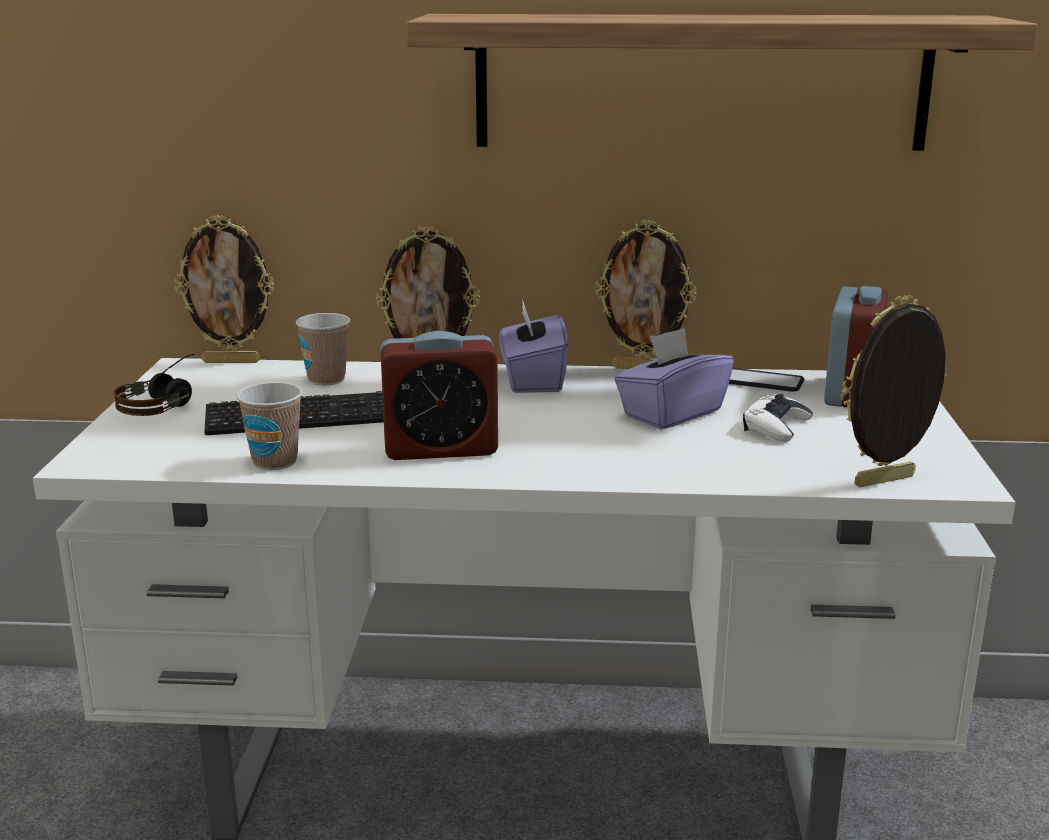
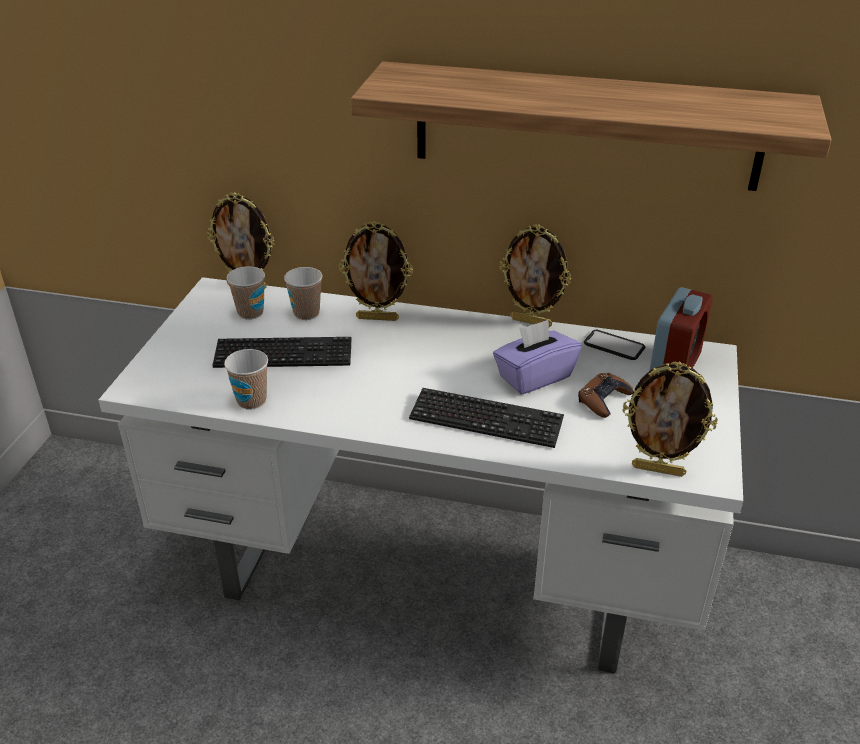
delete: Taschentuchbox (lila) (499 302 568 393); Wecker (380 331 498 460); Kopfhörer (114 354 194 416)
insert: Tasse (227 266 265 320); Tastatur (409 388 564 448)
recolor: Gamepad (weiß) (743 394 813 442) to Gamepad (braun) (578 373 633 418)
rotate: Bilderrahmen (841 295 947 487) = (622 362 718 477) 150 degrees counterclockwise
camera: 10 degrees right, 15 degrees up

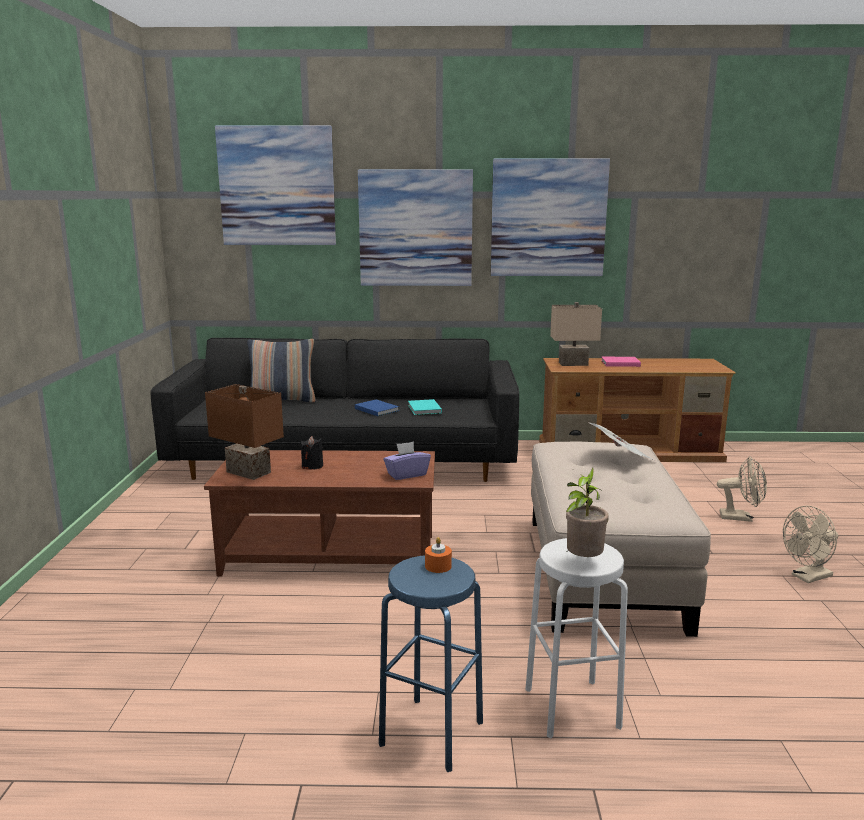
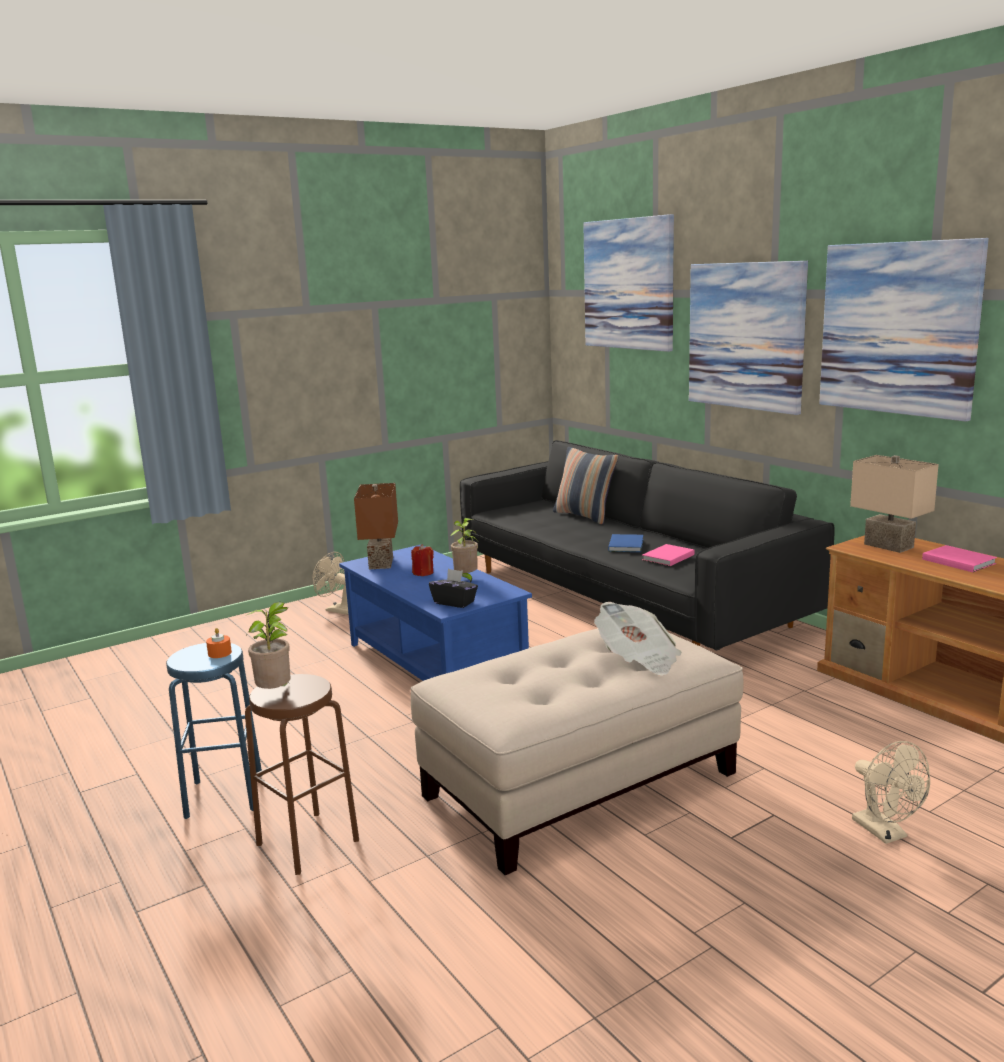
insert: Topfpflanze (450 518 478 583)
move: Ventilator (beige) (783 505 838 583) to (313 552 348 615)
recolor: Buch (türkis) (408 399 442 415) to Buch (rosa) (642 544 694 566); Kerze (schwarz) (301 436 323 470) to Kerze (rot) (411 544 434 576); Taschentuchbox (lila) (383 441 431 480) to Taschentuchbox (schwarz) (429 569 478 608); Couchtisch (braun) (204 450 435 576) to Couchtisch (blau) (339 545 532 681); Hocker (weiß) (525 538 628 738) to Hocker (braun) (245 674 359 875)
camera: 55 degrees right, 0 degrees up

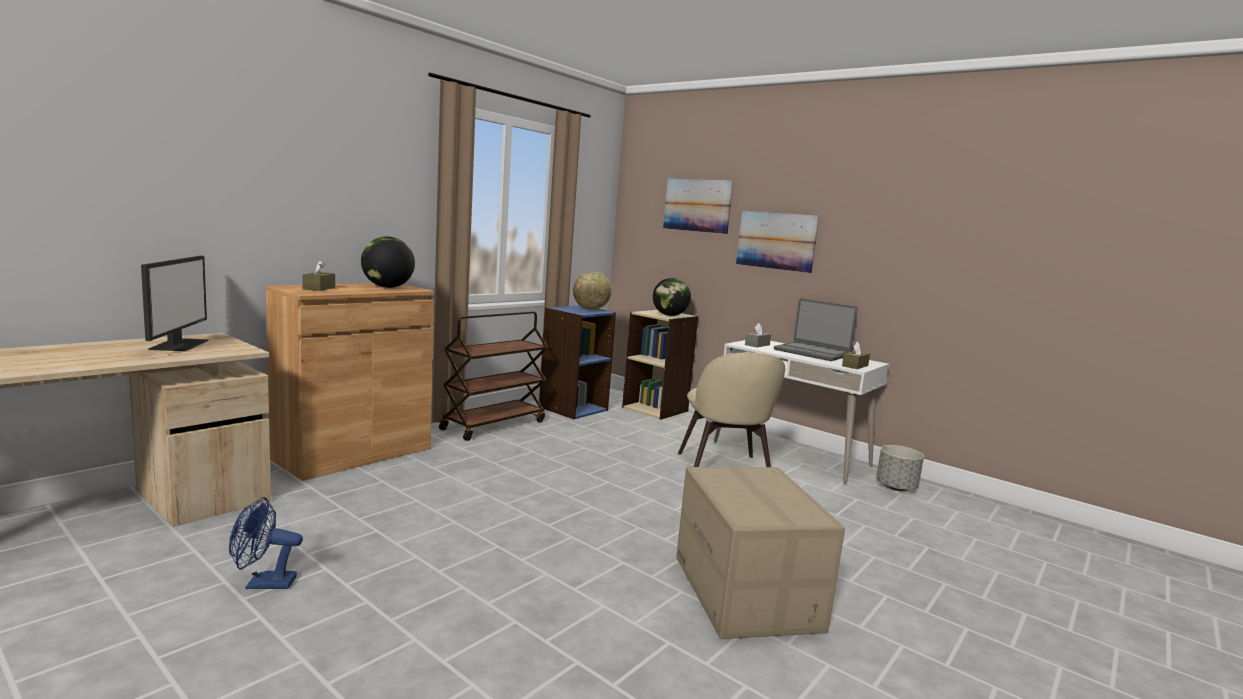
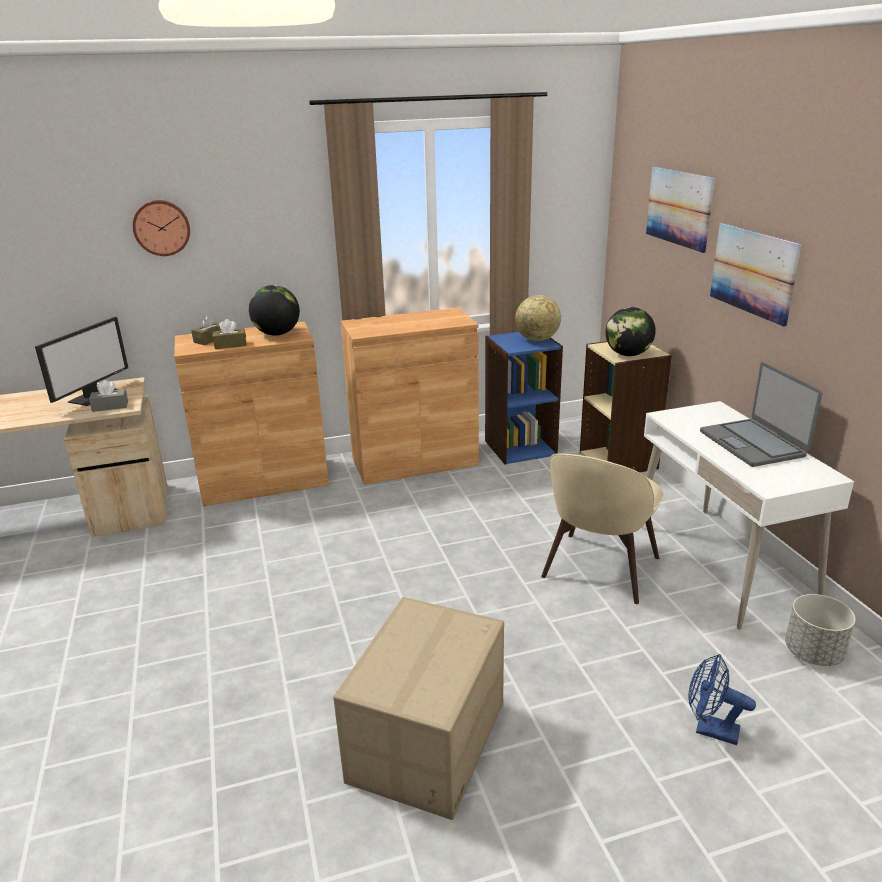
insert: Wanduhr (133 200 190 256)
move: Taschentuchbox (grau) (745 323 771 348) to (89 380 128 412); Taschentuchbox (braun) (842 342 870 369) to (213 319 247 349); Ventilator (blau) (229 497 303 589) to (688 654 756 745)
replace: Rollwagen (braun) (439 312 548 441) to Schrank (braun) (341 308 479 485)
camera: 35 degrees right, 15 degrees up

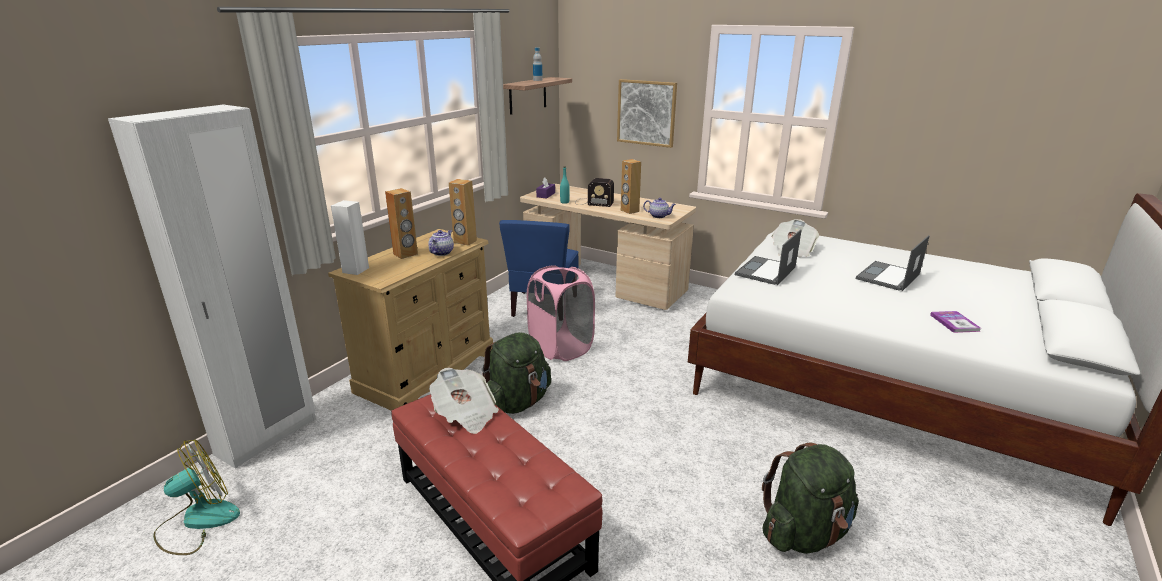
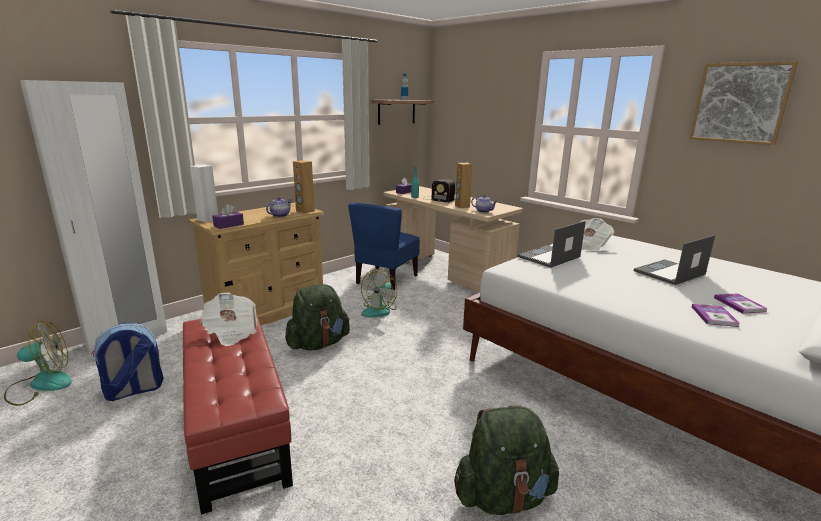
delete: Lautsprecher (braun) (385 188 418 259)
insert: Taschentuchbox (lila) (212 204 244 229); Buch (714 293 768 314); Rucksack (91 323 163 401)
move: Bild (617 79 677 148) to (689 61 798 146)
replace: Wäschekorb (rosa) (527 265 595 361) to Ventilator (361 269 397 317)
camera: 15 degrees right, 5 degrees down

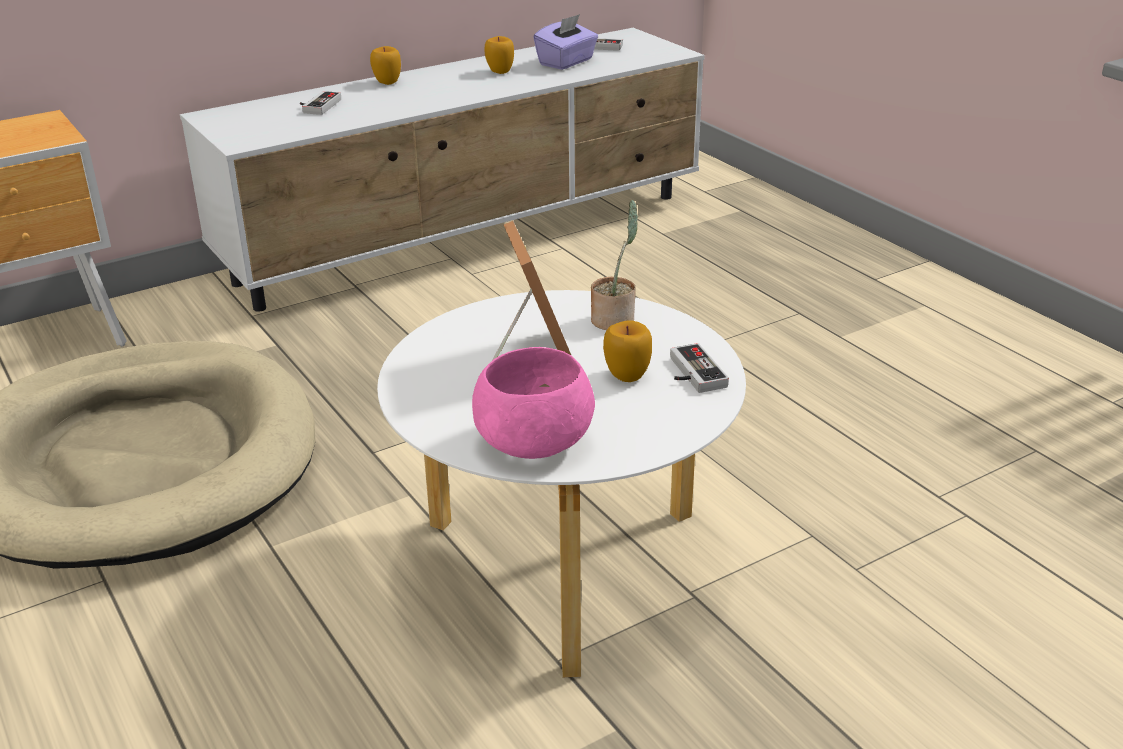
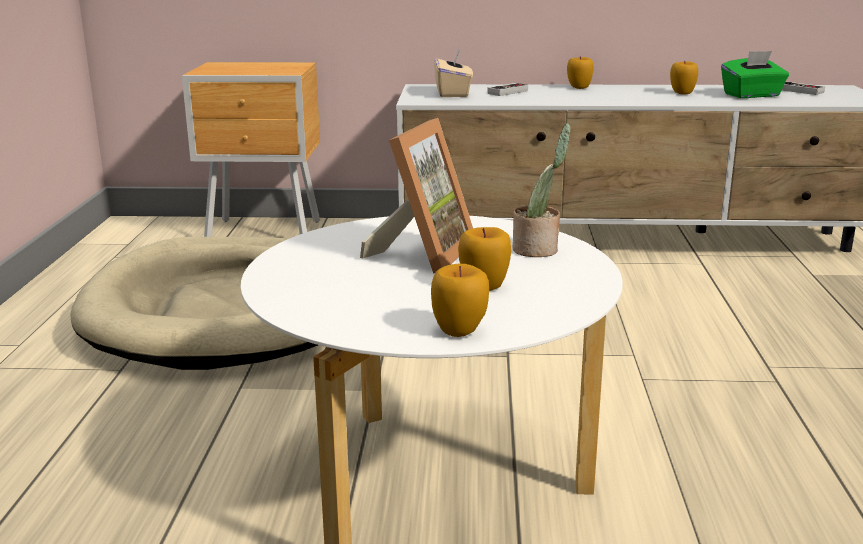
delete: Gamepad (670 343 729 393); Schüssel (rosa) (472 347 595 459)
insert: Taschentuchbox (beige) (434 50 473 97); Apfel (431 264 489 337)
recolor: Taschentuchbox (lila) (533 14 598 70) to Taschentuchbox (grün) (721 51 789 98)
camera: 35 degrees right, 10 degrees down

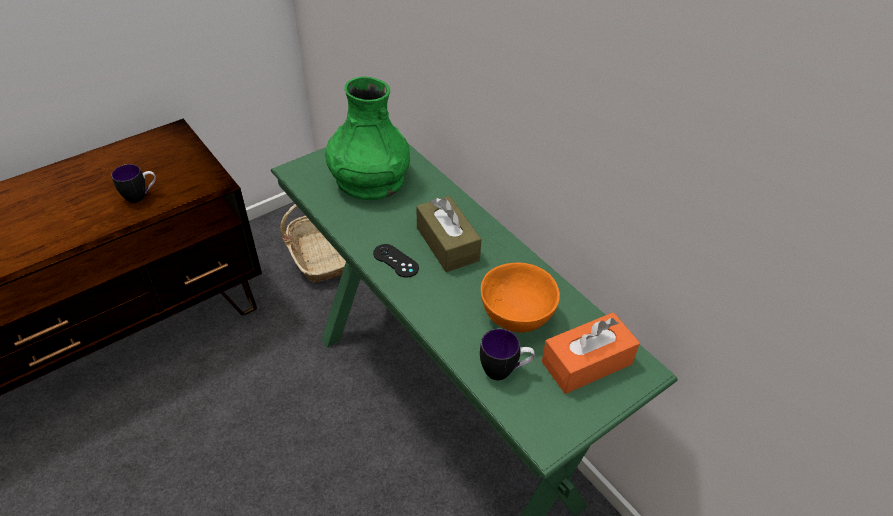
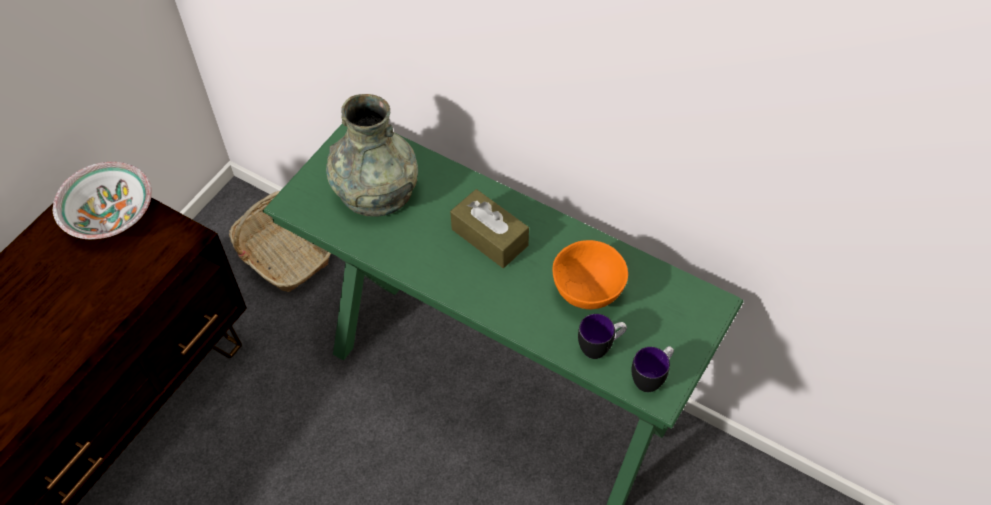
delete: Gamepad (schwarz) (373 244 419 278); Taschentuchbox (orange) (542 312 640 394)
insert: Schüssel (53 162 152 239)
move: Henkelbecher (111 164 156 203) to (632 346 674 392)
recolor: Vase (grün) (325 77 410 200) to Vase (grau) (326 94 418 217)
camera: 20 degrees left, 10 degrees up

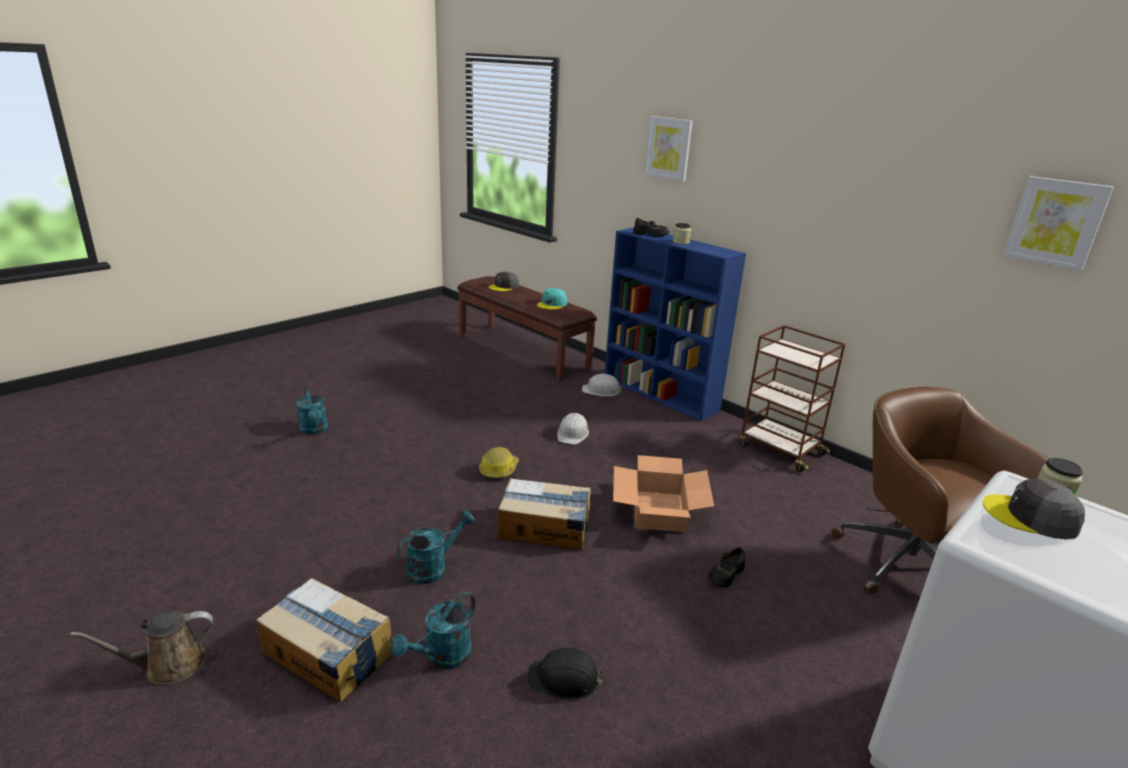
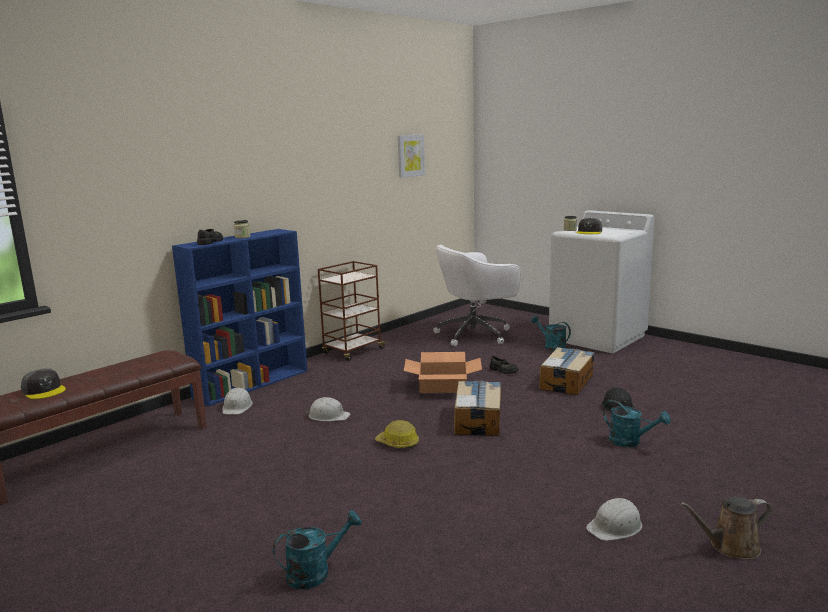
delete: Bild (644 116 693 181); Kappe (türkis) (537 288 567 310)
insert: Schutzhelm (weiß) (586 498 642 541)
move: Gießkanne (türkis) (397 510 475 584) to (531 315 571 351); Karton (257 578 393 703) to (539 347 594 395)
recolor: Bürostuhl (braun) (832 386 1049 594) to Bürostuhl (weiß) (434 245 521 346)
rotate: Gießkanne (braun) (70 611 213 684) = (680 496 772 560) 105 degrees clockwise
camera: 90 degrees left, 10 degrees down

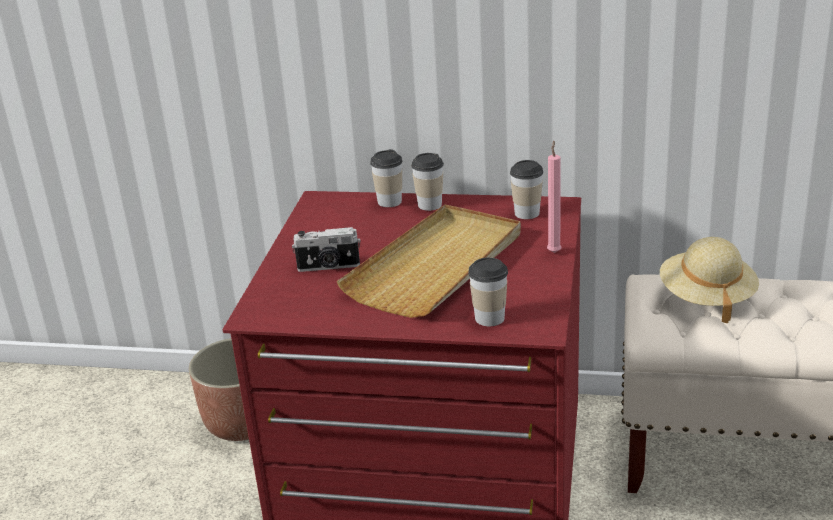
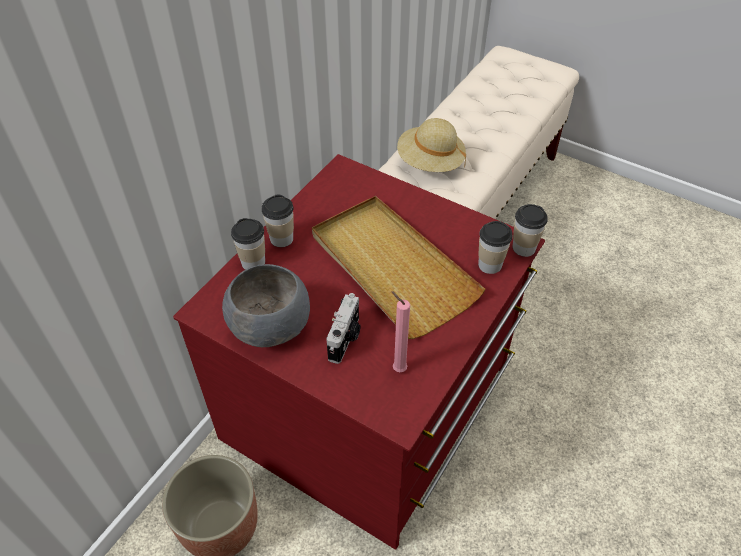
insert: Schüssel (grau) (222 264 310 347)
move: Kerze (rosa) (547 141 562 253) to (391 291 410 372); Tasse (510 160 543 219) to (512 204 548 257)
camera: 70 degrees left, 20 degrees up

